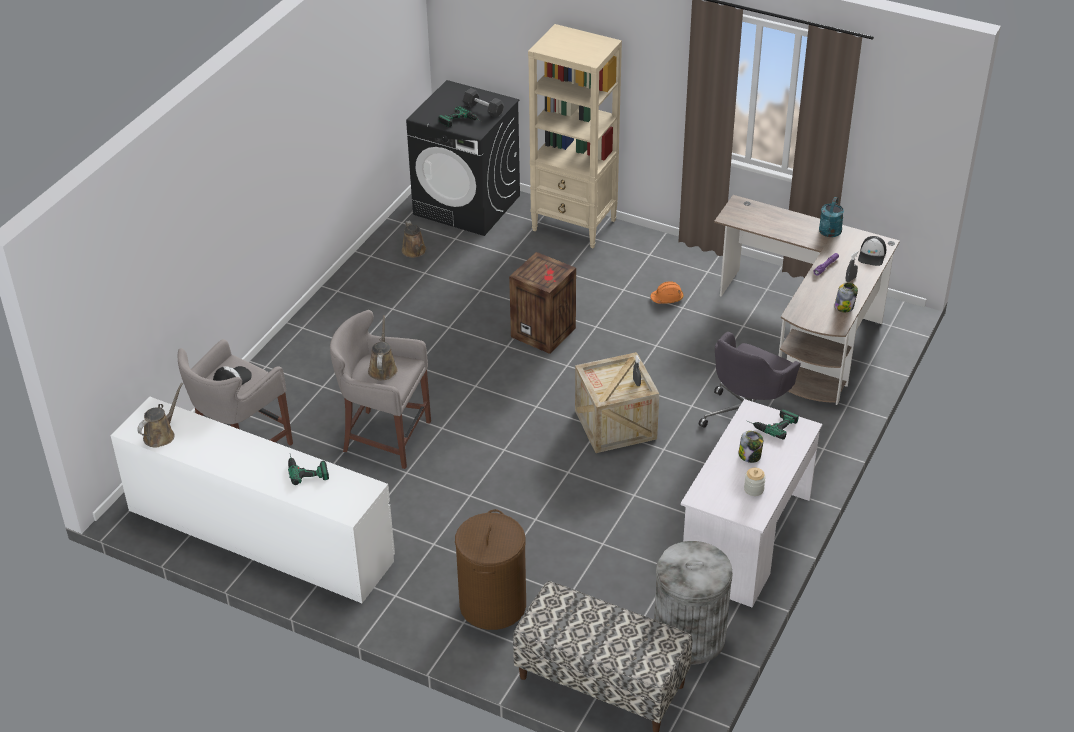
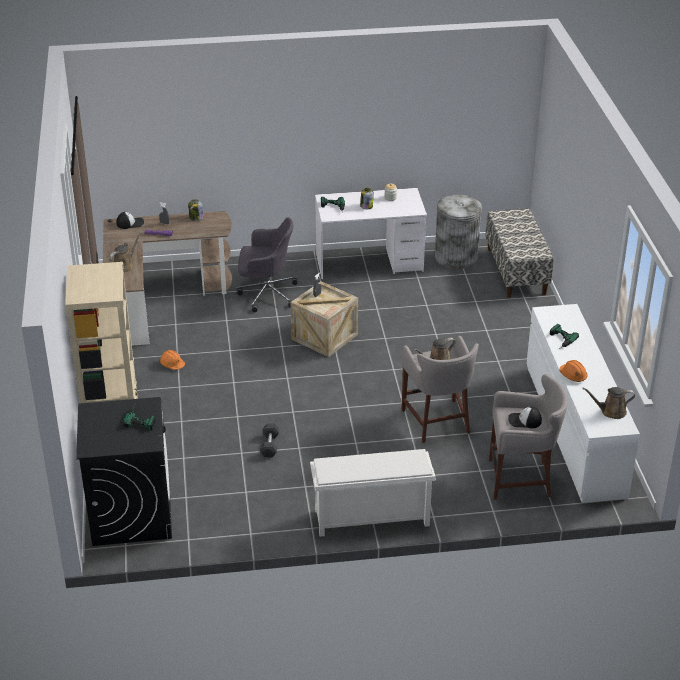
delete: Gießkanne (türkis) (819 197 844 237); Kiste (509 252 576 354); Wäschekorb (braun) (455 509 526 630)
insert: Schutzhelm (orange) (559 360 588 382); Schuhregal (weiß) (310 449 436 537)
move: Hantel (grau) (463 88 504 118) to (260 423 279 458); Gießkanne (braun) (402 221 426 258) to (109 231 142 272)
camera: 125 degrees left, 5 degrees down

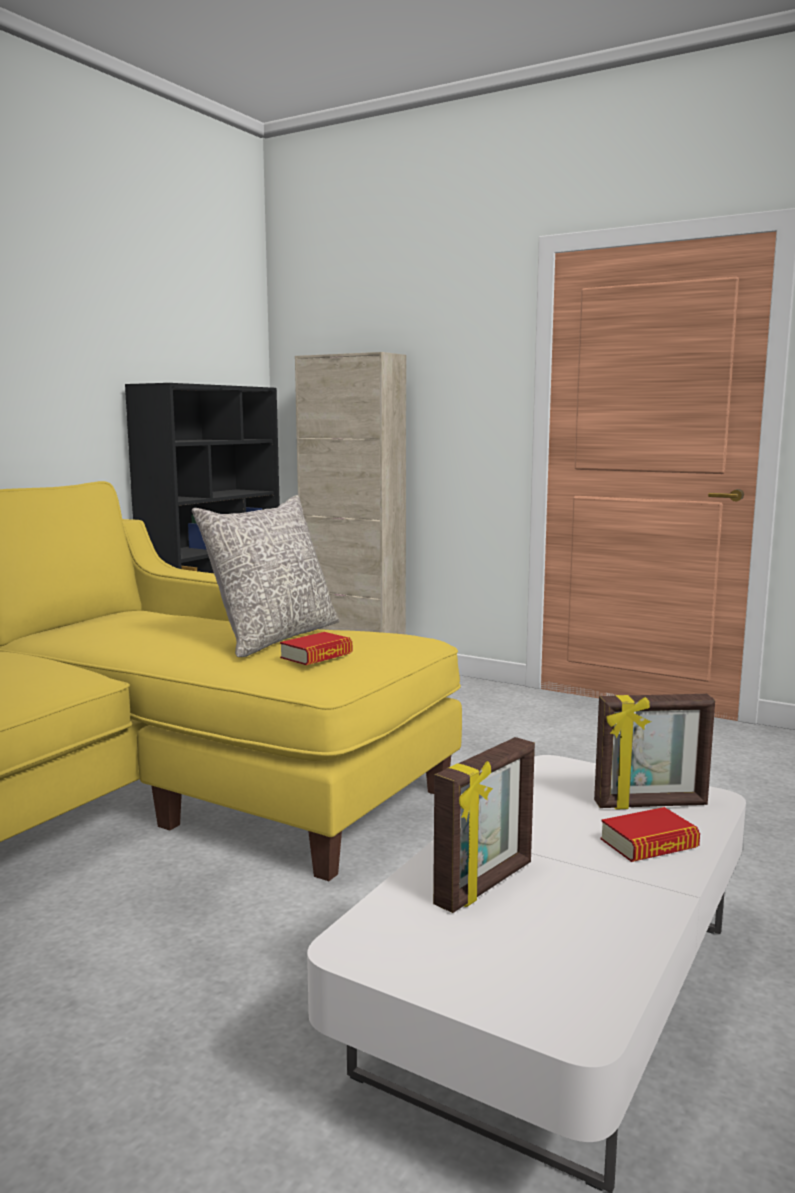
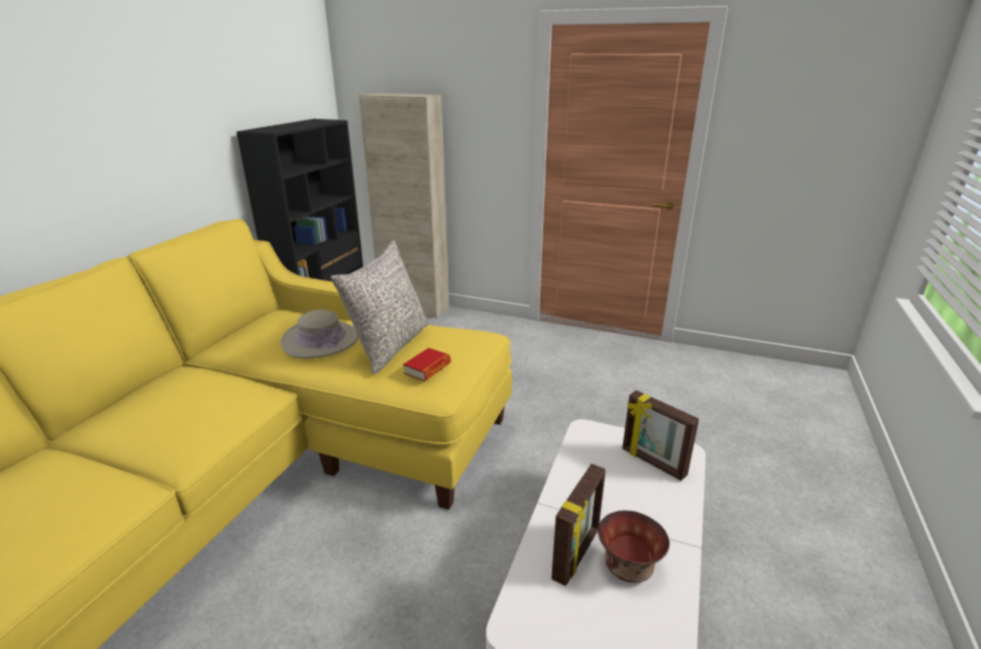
delete: Buch (601 807 700 862)
insert: Hut (beige) (280 310 359 358); Schüssel (598 511 670 583)
rotate: Bilderrahmen (594 694 715 810) = (622 390 699 481) 60 degrees clockwise
camera: 10 degrees left, 15 degrees up

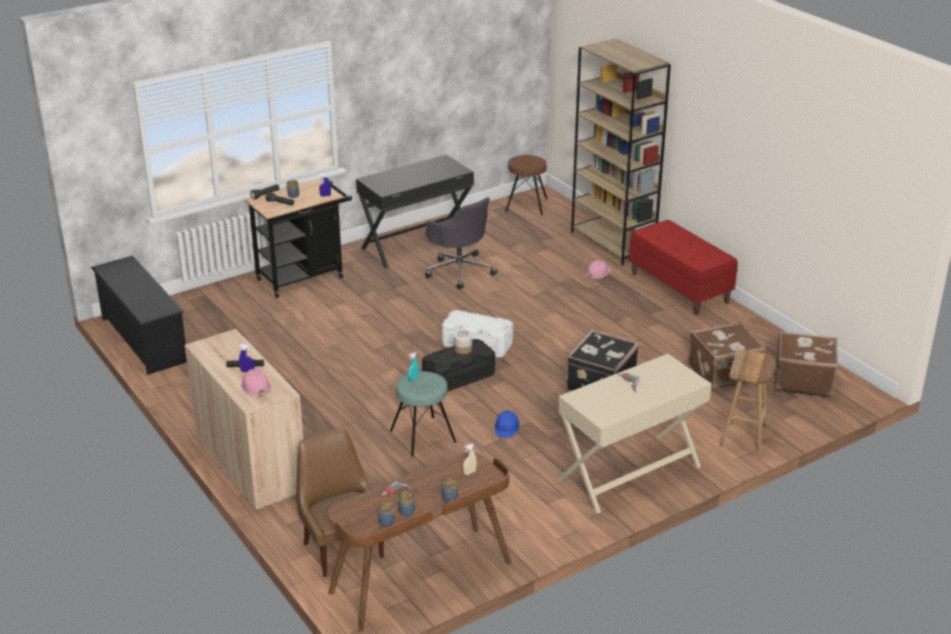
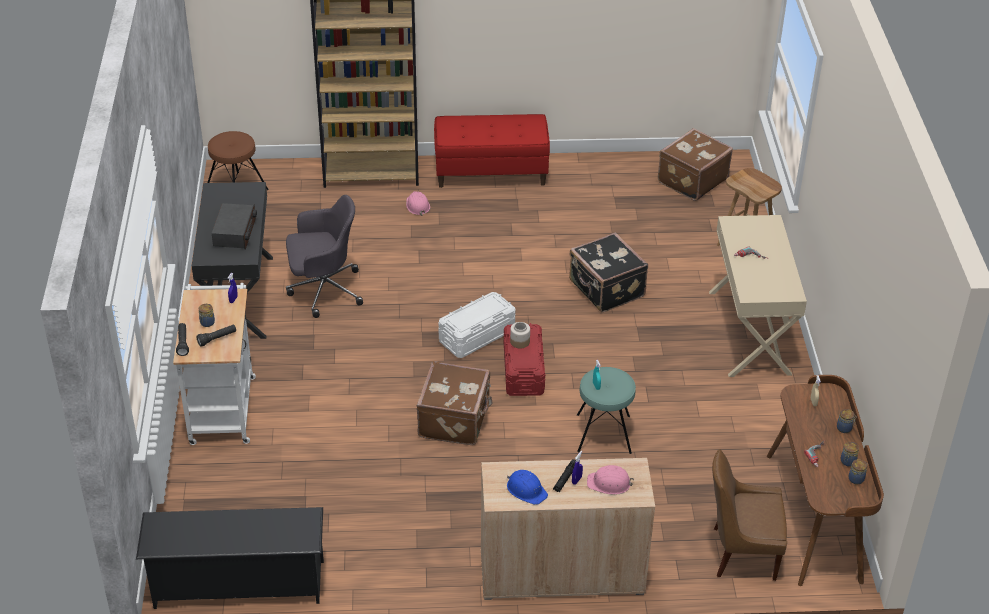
insert: Radio (212 203 257 250)
move: Koffer (braun) (689 322 766 390) to (417 361 492 445); Schutzhelm (blau) (495 410 520 438) to (507 470 548 505)
recolor: Rollwagen (schwarz) (244 179 352 298) to Rollwagen (weiß) (173 283 256 445); Aufbewahrungsbox (schwarz) (422 339 495 391) to Aufbewahrungsbox (rot) (504 323 545 396)
camera: 60 degrees left, 10 degrees up

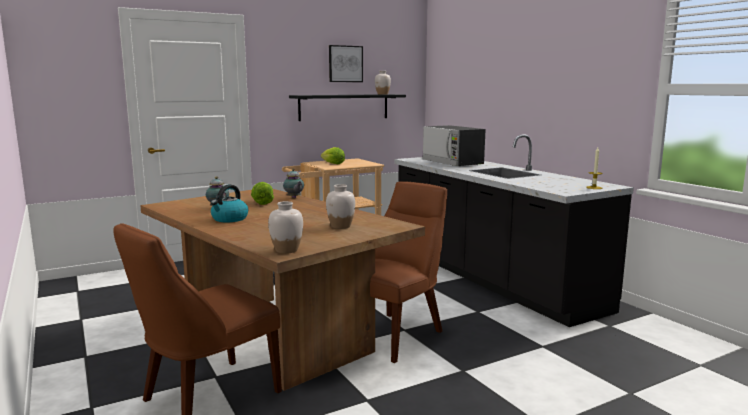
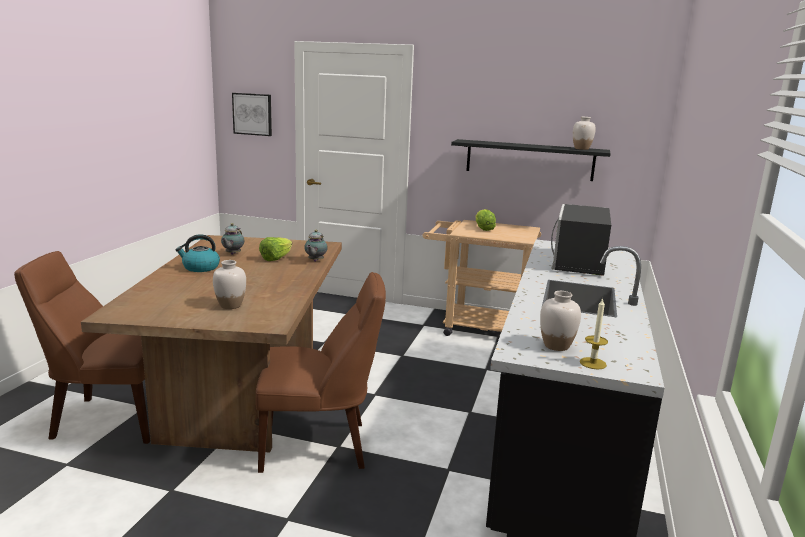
move: Bild (329 45 363 82) to (232 93 272 136); Vase (weiß) (268 201 303 254) to (540 291 581 351)
camera: 45 degrees right, 5 degrees up

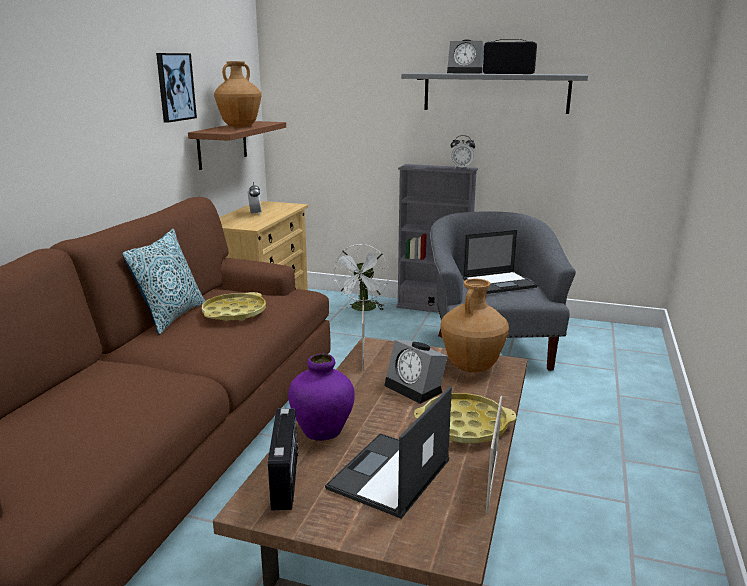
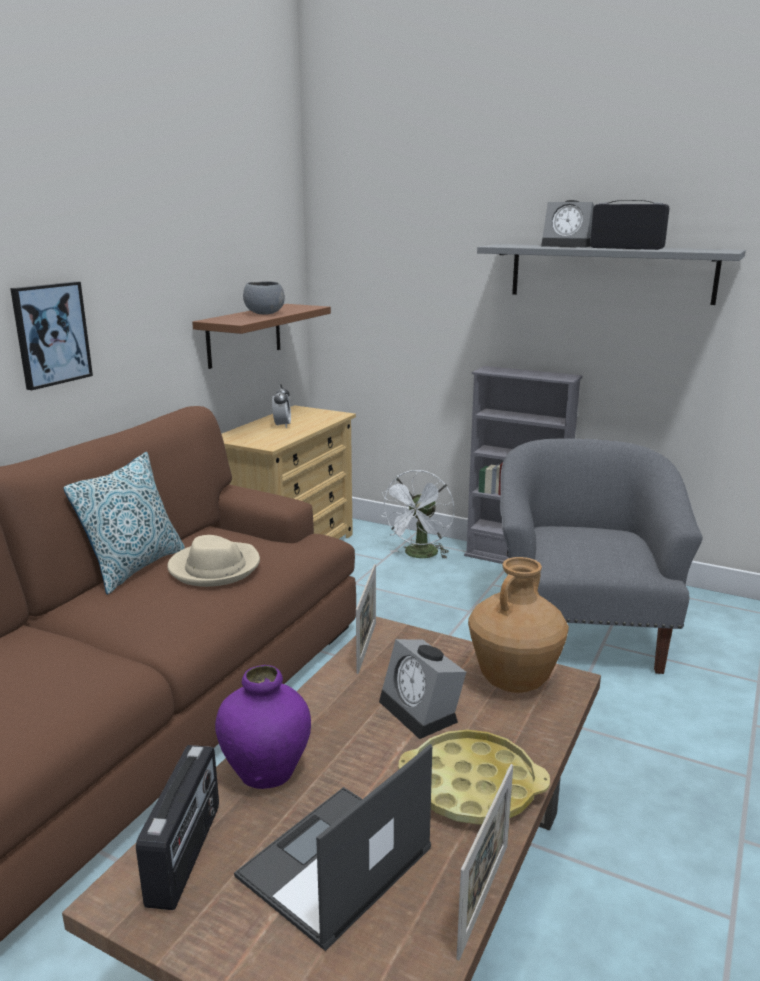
delete: Wecker (451 135 475 169); Laptop (463 230 538 294)
move: Bild (156 53 197 123) to (10 281 93 390)
replace: Vase (braun) (214 61 261 128) to Schüssel (grau) (243 281 285 315); Tablett (gelb) (202 292 266 321) to Hut (beige) (167 535 260 587)
camera: 10 degrees right, 0 degrees up

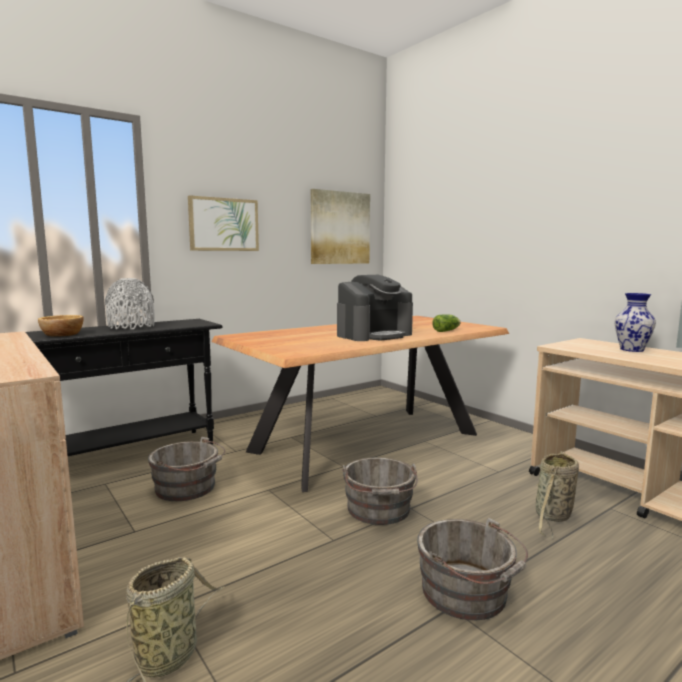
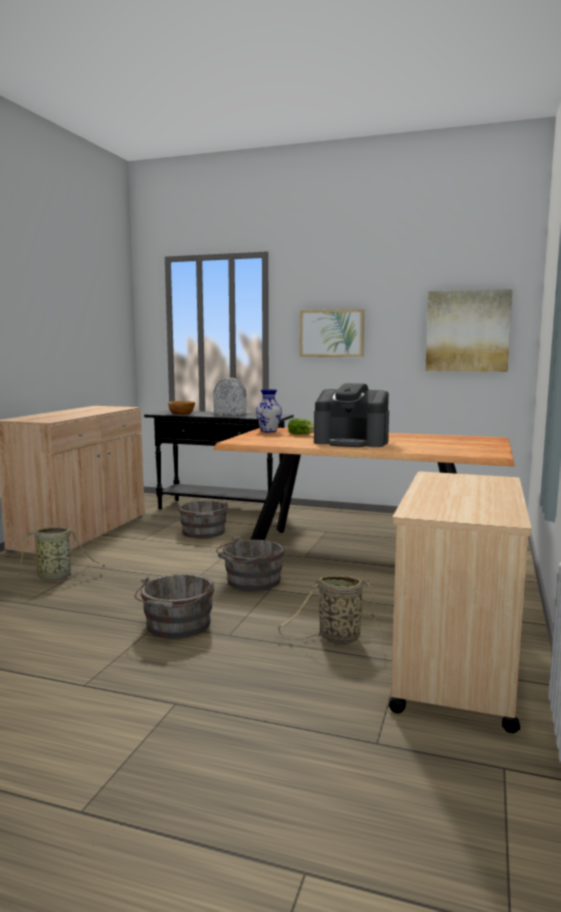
move: Vase (615 293 656 352) to (256 389 282 433); Salatkopf (432 314 461 332) to (288 418 314 435)
camera: 55 degrees right, 0 degrees up

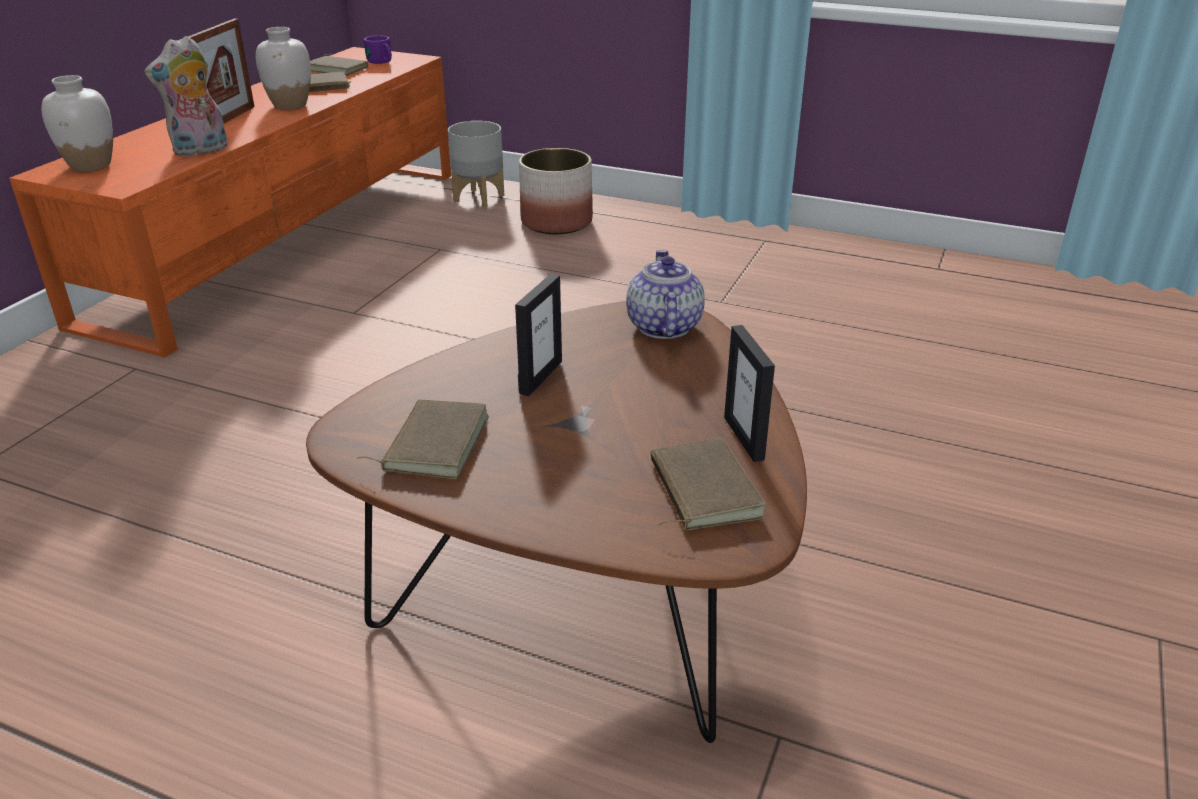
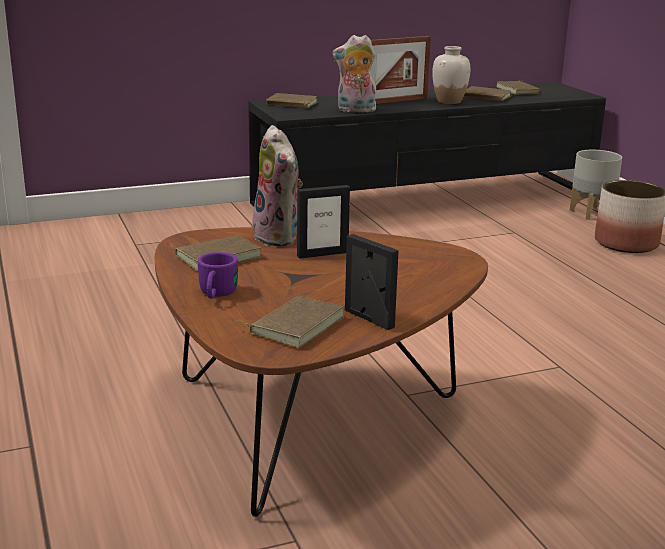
delete: Teekanne (626 250 705 339)
insert: Plüschtier (250 125 303 246)
move: Henkelbecher (lila) (363 35 392 64) to (198 252 238 299)
replace: Vase (weiß) (42 75 113 172) to Buch (braun) (267 93 317 108)
recolor: Fernsehschrank (orange) (9 47 451 358) to Fernsehschrank (schwarz) (248 82 606 206)
rotate: Bilderrahmen (724 325 775 462) = (345 234 399 330) 105 degrees clockwise
camera: 45 degrees right, 10 degrees down

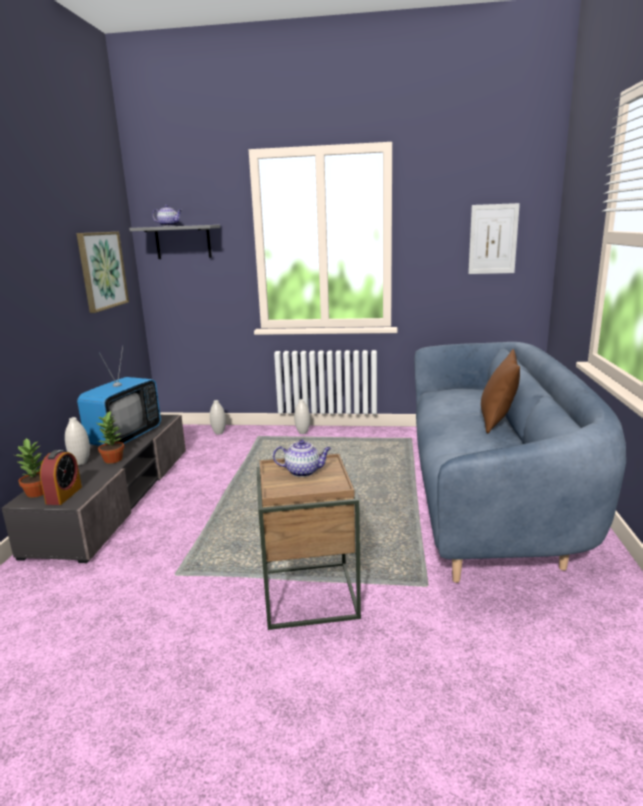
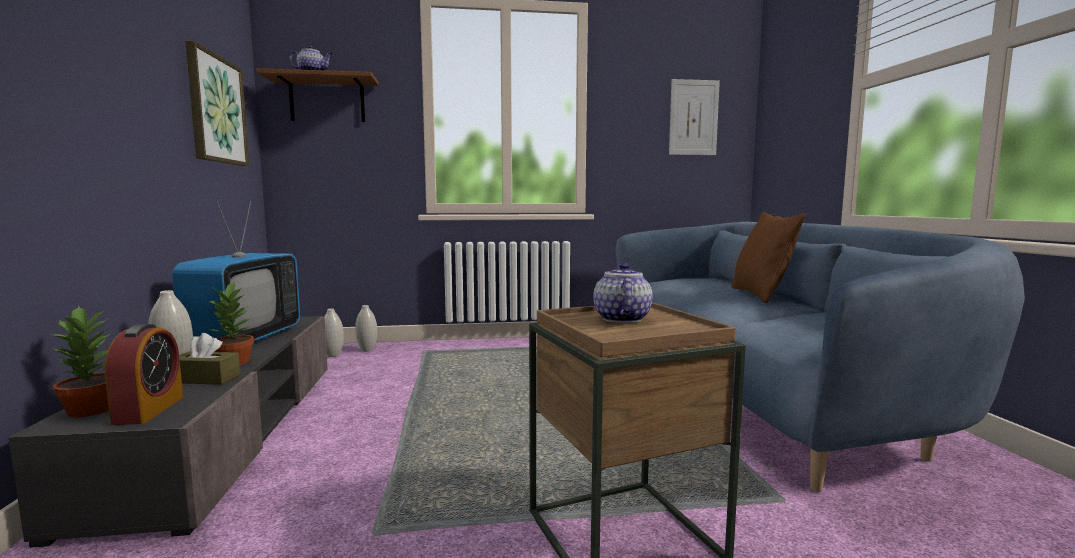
insert: Taschentuchbox (braun) (179 333 240 385)
move: Vase (weiß) (294 399 310 434) to (325 308 344 357)
recolor: Wandregal (grau) (129 225 220 259) to Wandregal (braun) (257 68 379 122)
rotate: Teekanne (273 440 331 477) = (593 263 653 323) 75 degrees counterclockwise
camera: 15 degrees left, 10 degrees down

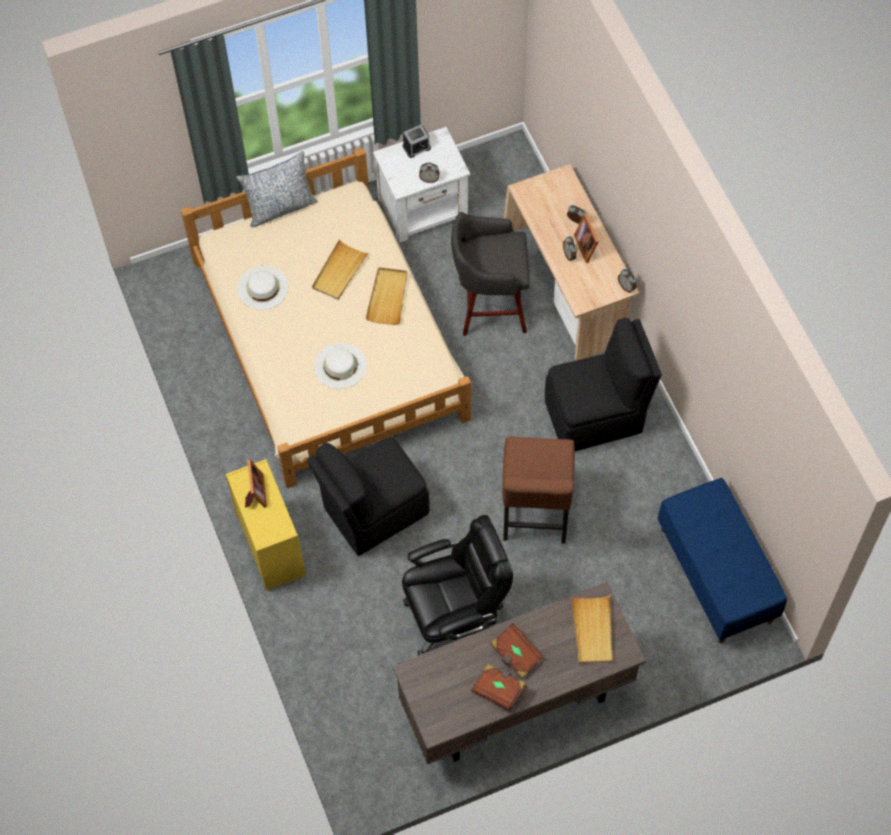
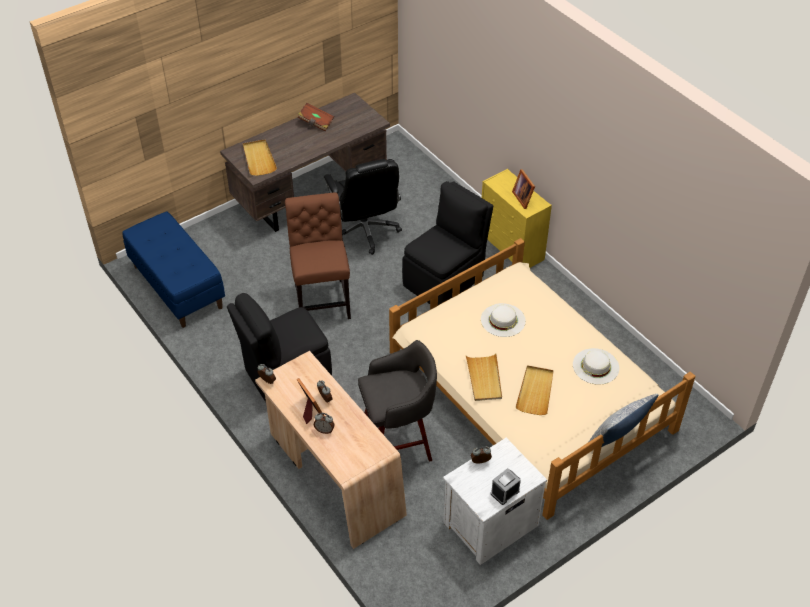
delete: Buch (braun) (490 623 544 678)
rotate: Bürostuhl (schwarz) (402 515 513 656) = (324 159 402 255) 75 degrees counterclockwise
camera: 165 degrees right, 15 degrees down

